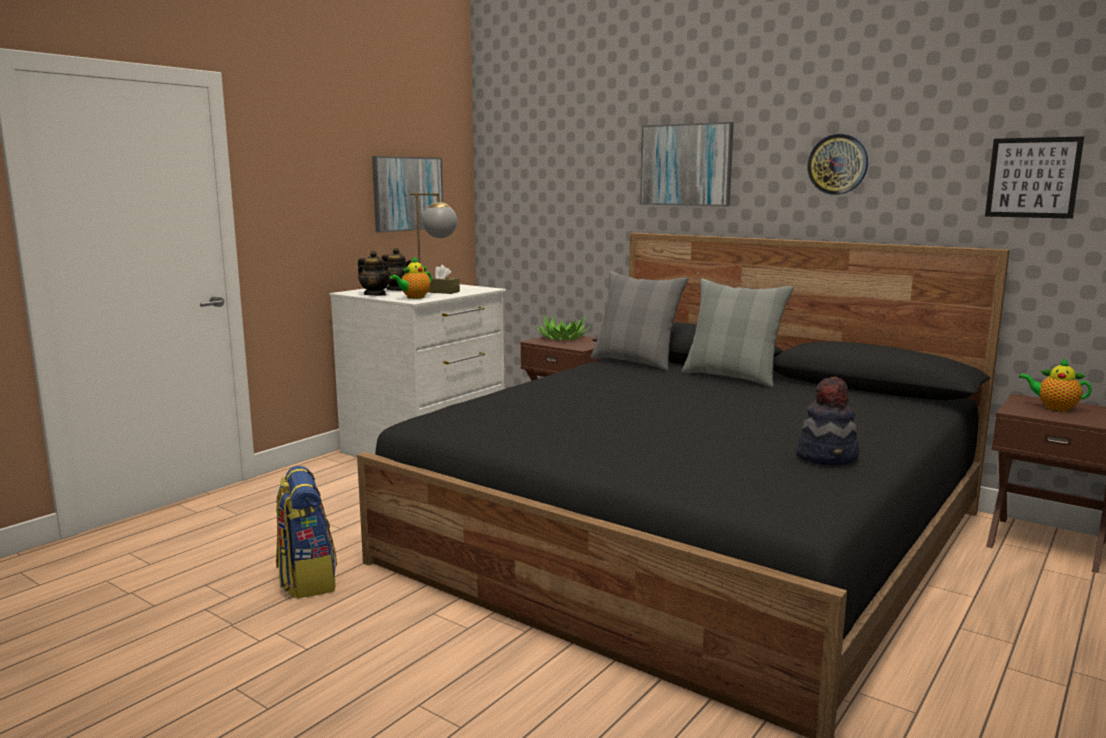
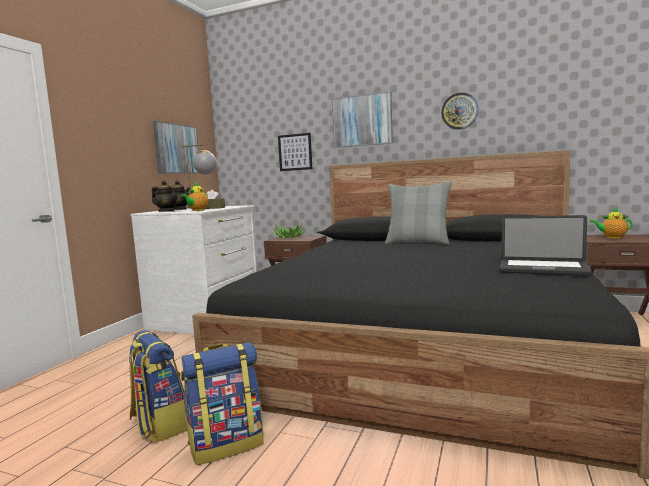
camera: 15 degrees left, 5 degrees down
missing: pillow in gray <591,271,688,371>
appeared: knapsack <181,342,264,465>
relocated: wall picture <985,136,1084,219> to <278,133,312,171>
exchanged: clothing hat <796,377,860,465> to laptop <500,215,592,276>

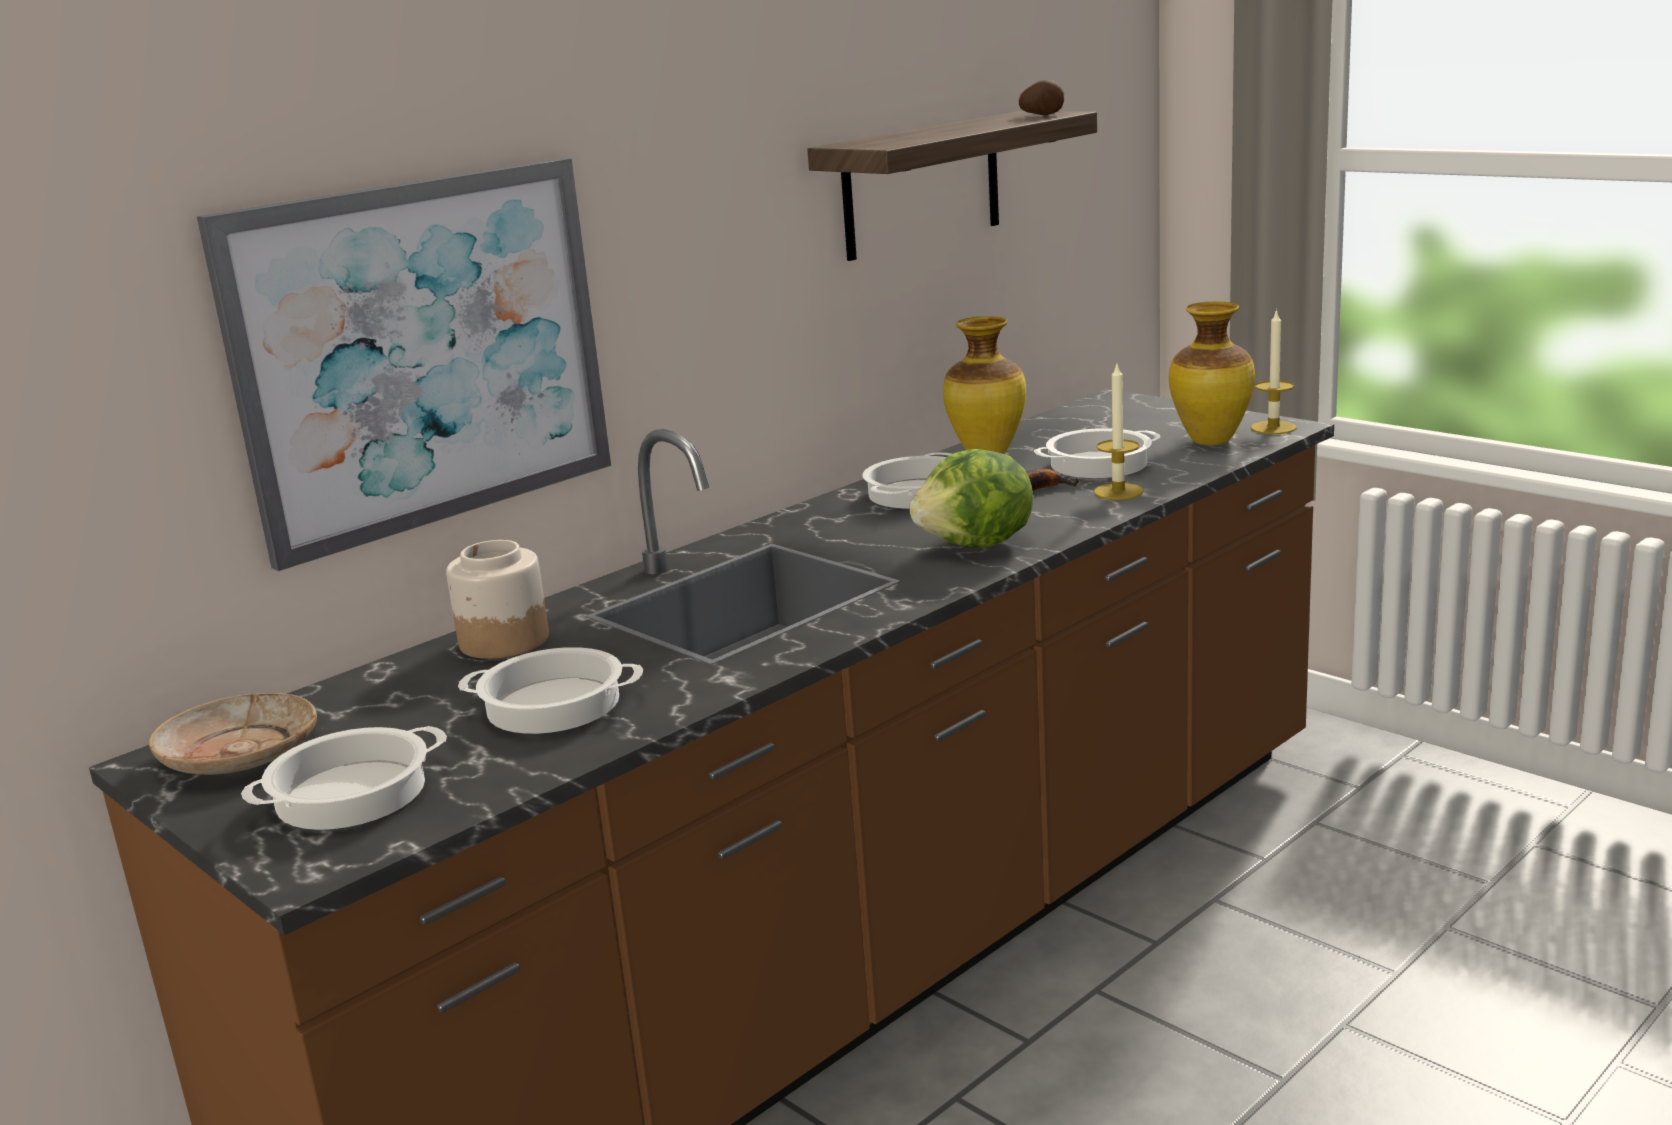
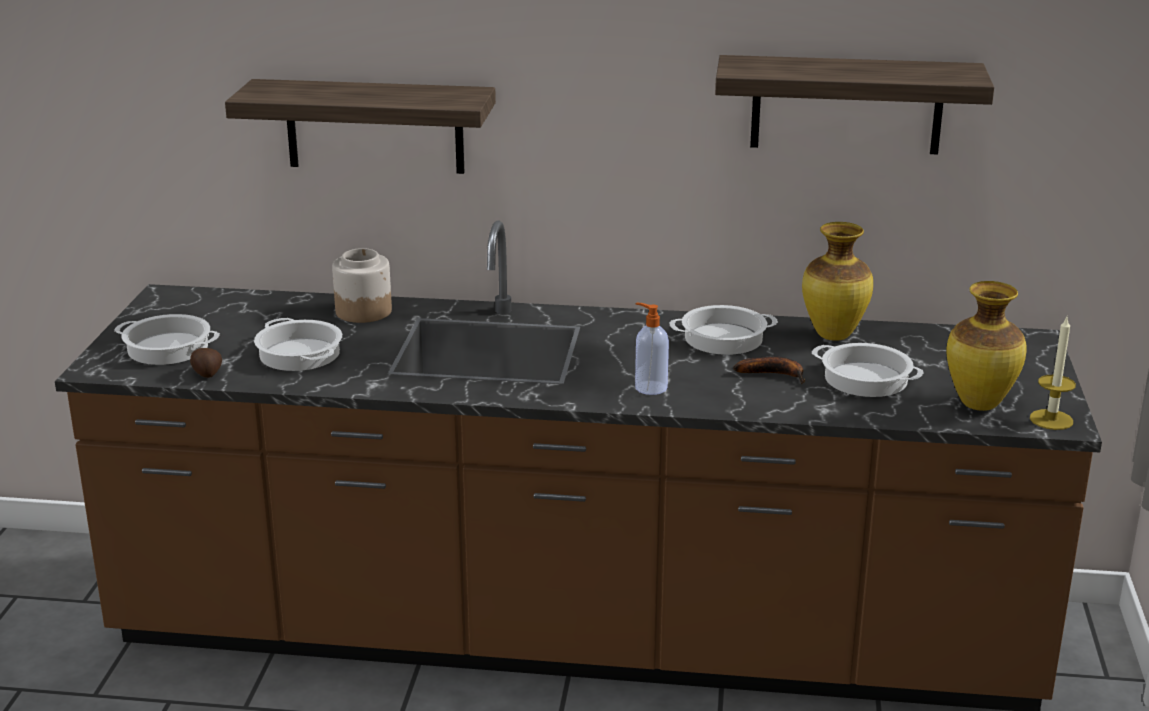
camera: 50 degrees right, 5 degrees up
missing: dinner plate in beige <149,693,317,775>; wax candle <1093,364,1144,500>
relocated: spud <1019,80,1064,115> to <190,348,222,378>
exchanged: wall picture <197,158,611,571> to wall shelf <225,79,496,174>; lettuce head <909,449,1033,547> to soap dispenser <635,303,669,395>

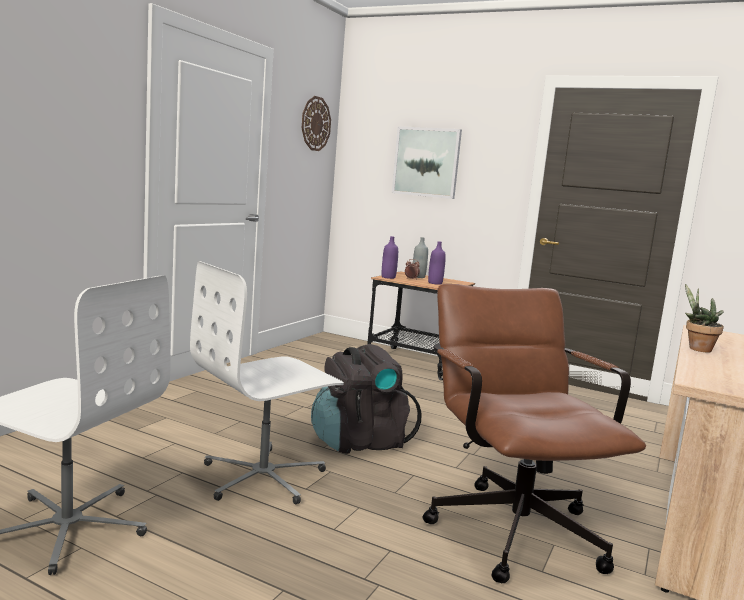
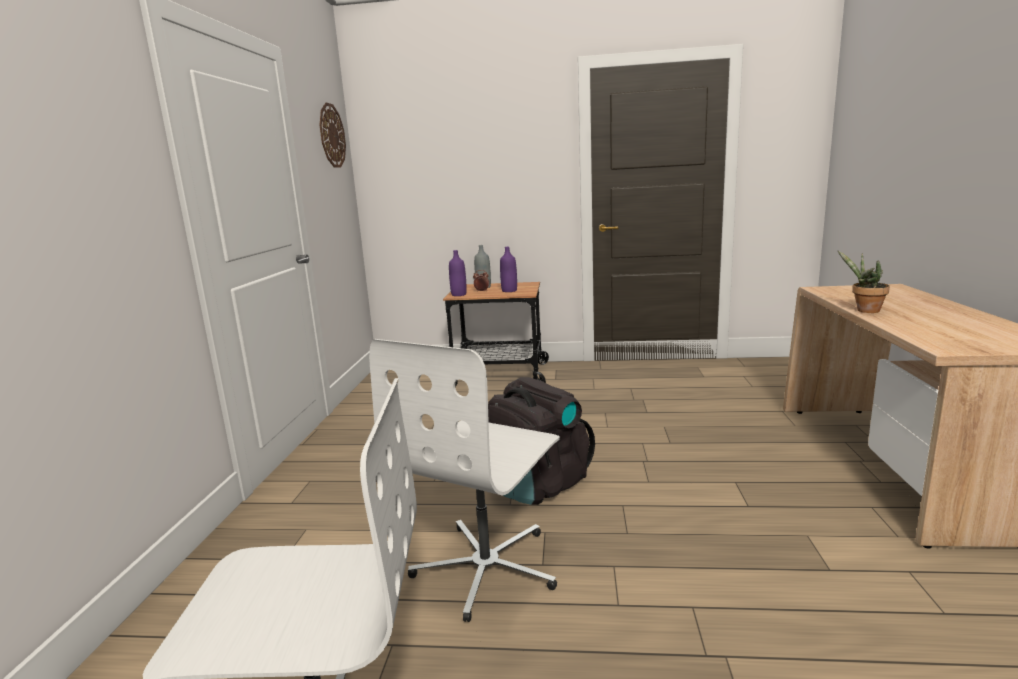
camera: 20 degrees left, 5 degrees up
missing: wall picture <392,126,462,199>; office chair in brownish <422,284,646,583>

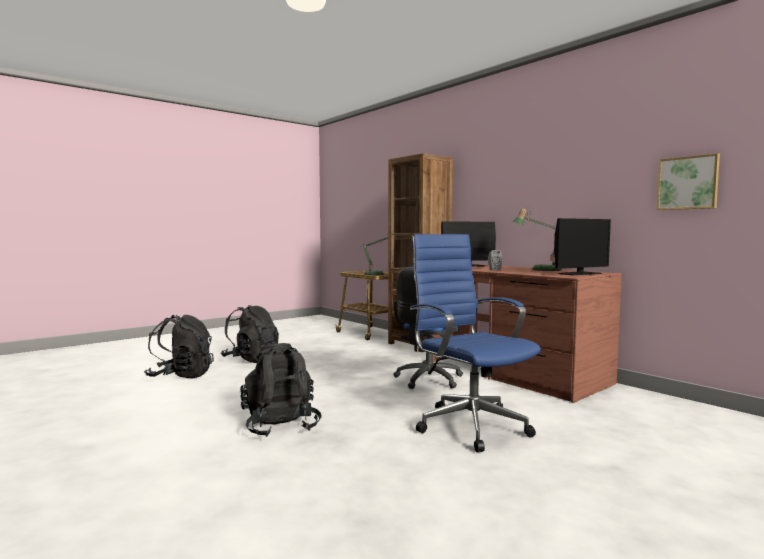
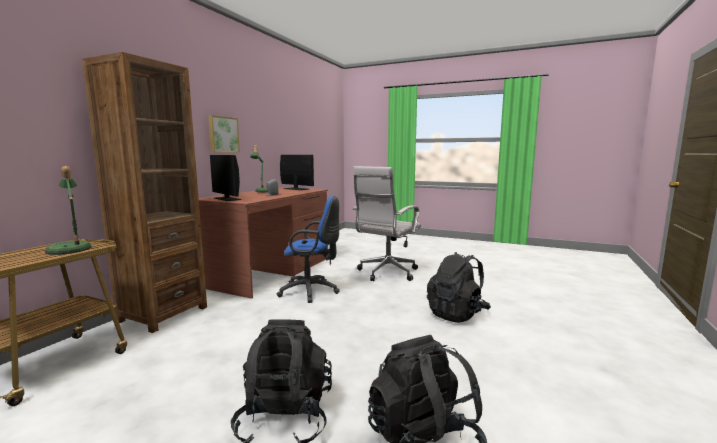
camera: 115 degrees left, 5 degrees up
relocated: wall picture <657,153,720,210> to <208,115,240,153>
colour: office chair in bluish <410,234,541,452> to office chair in whitish <352,166,421,281>

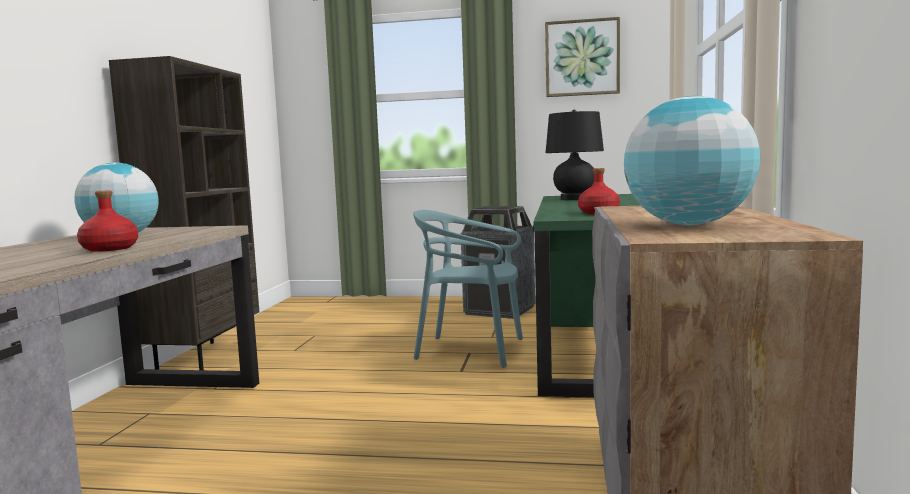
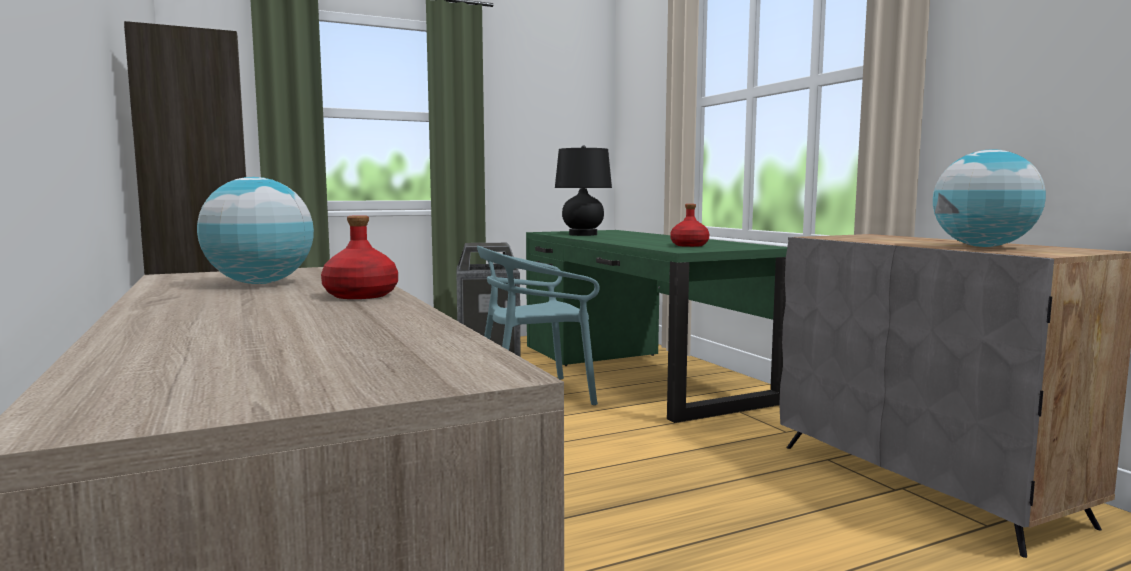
camera: 35 degrees left, 0 degrees up
missing: wall picture <545,17,620,97>

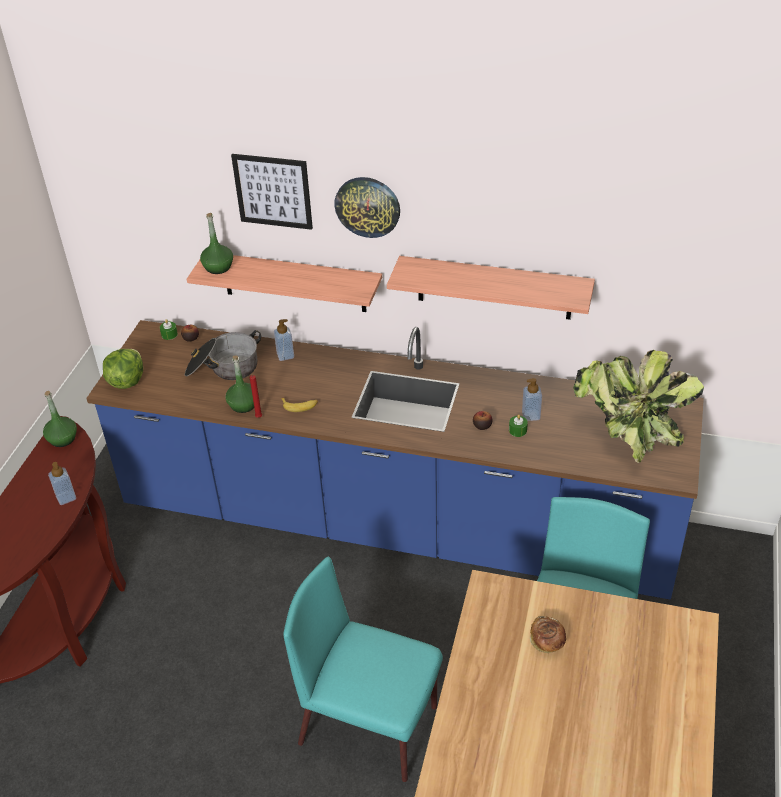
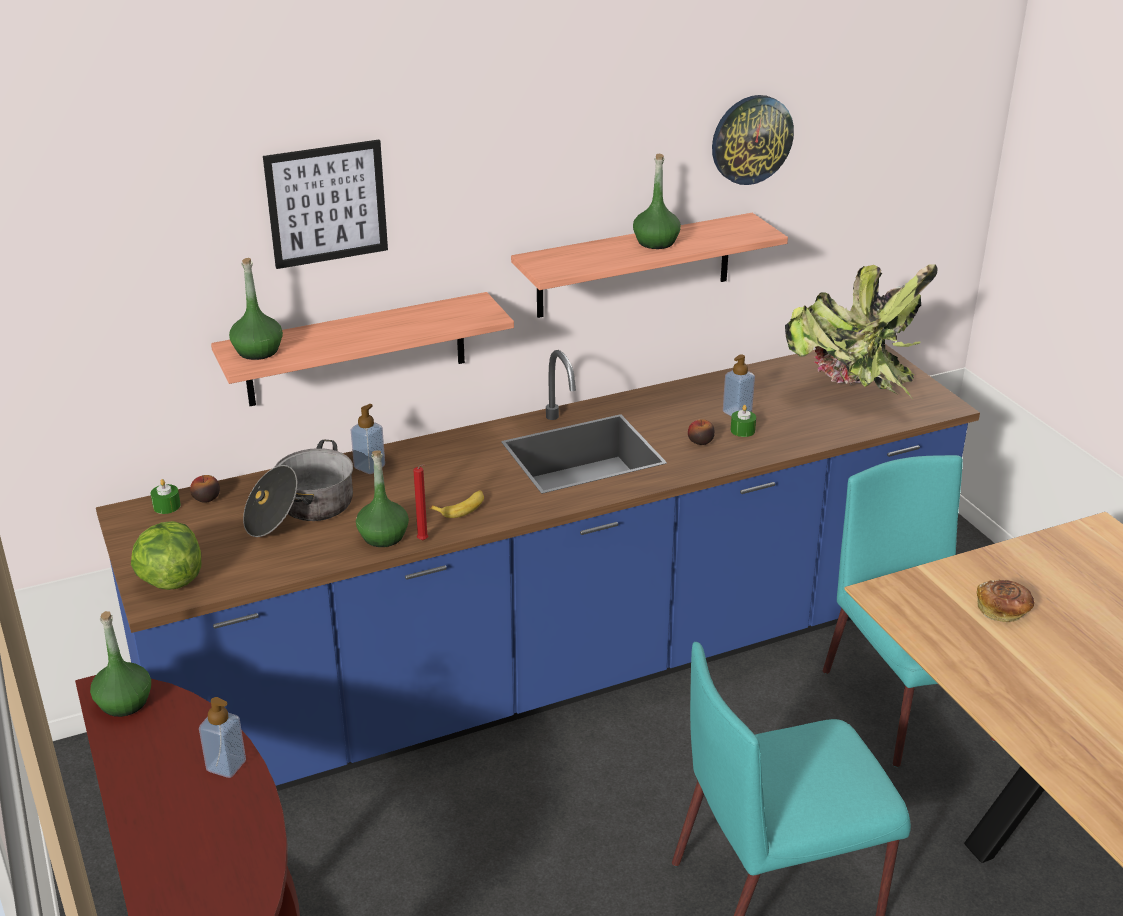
camera: 40 degrees left, 10 degrees down
appeared: beverage bottle in green-coloured <633,154,681,249>
relocated: clock on the wall <334,177,400,238> to <712,95,794,185>

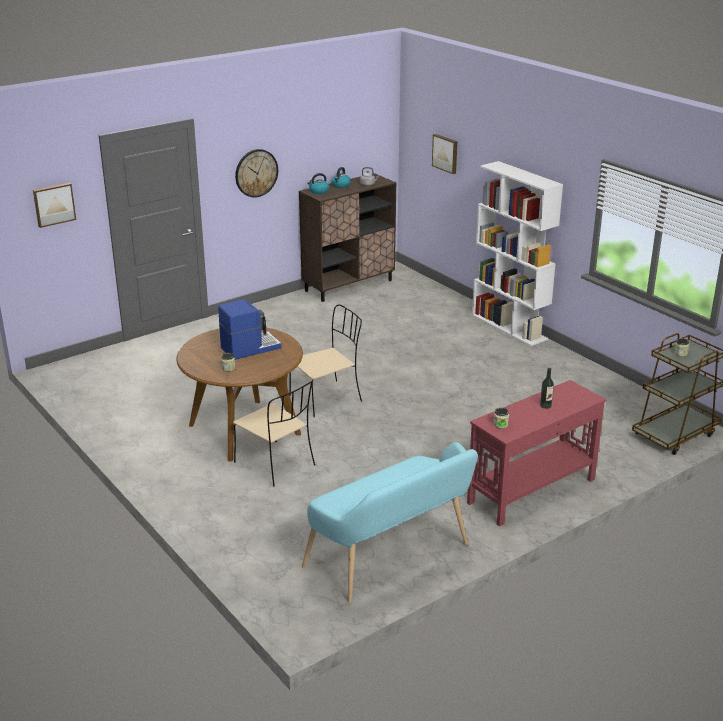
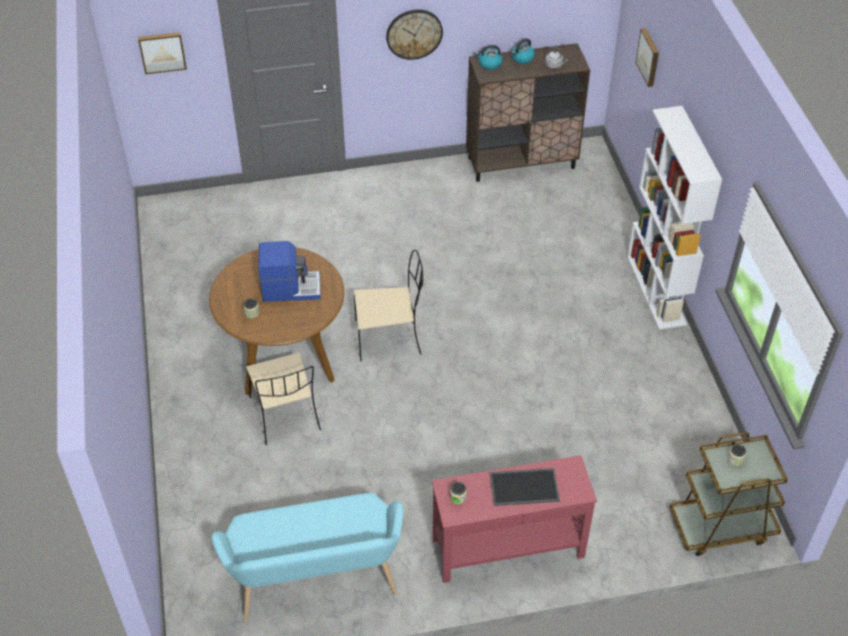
camera: 25 degrees right, 20 degrees up
exchanged: beverage bottle <540,368,554,409> to carrying tray <489,468,560,506>

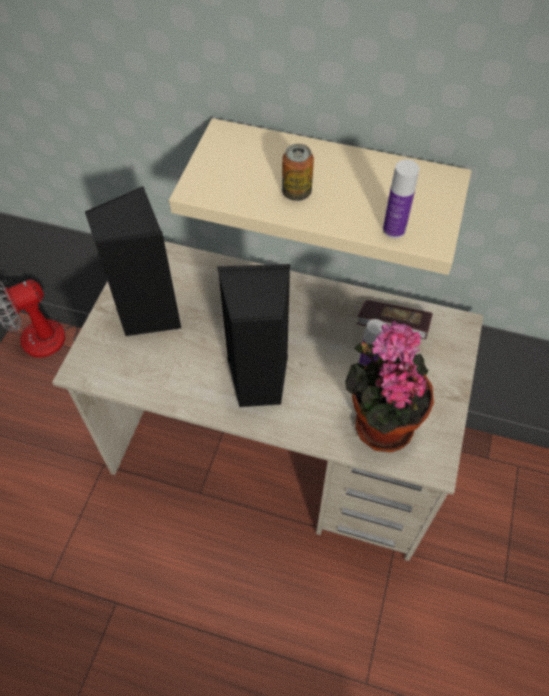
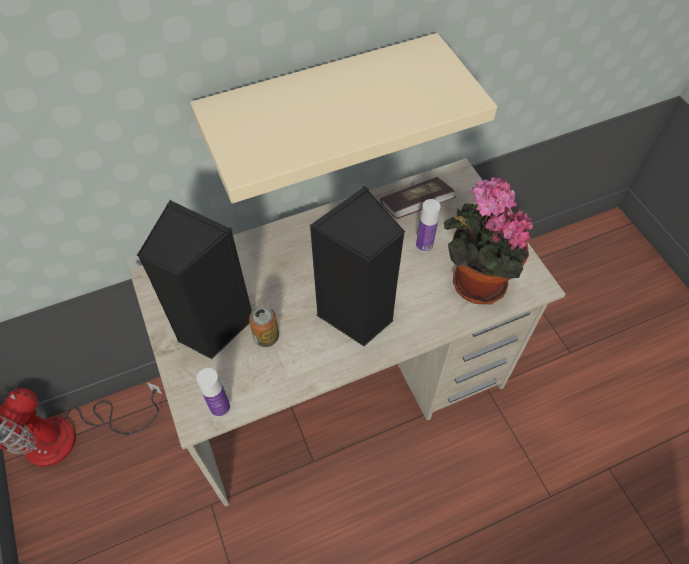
camera: 40 degrees left, 0 degrees up
relocated: sealed can <282,144,314,201> to <249,305,279,347>; beverage bottle <383,160,419,238> to <197,368,230,417>

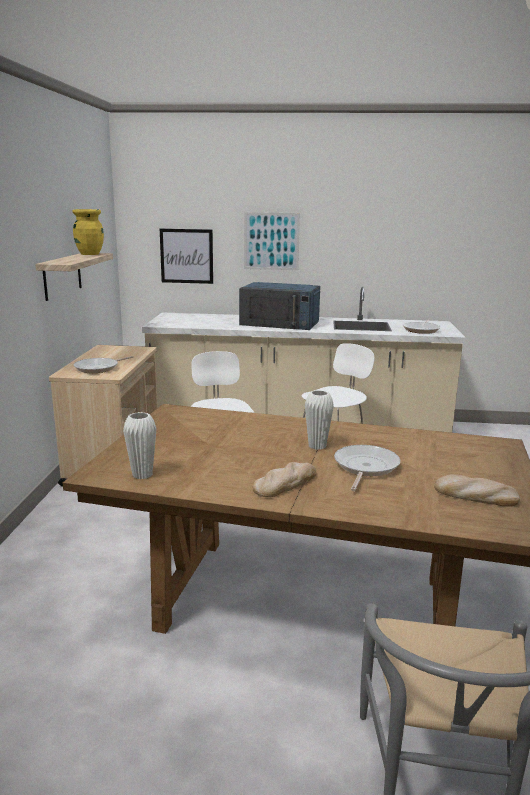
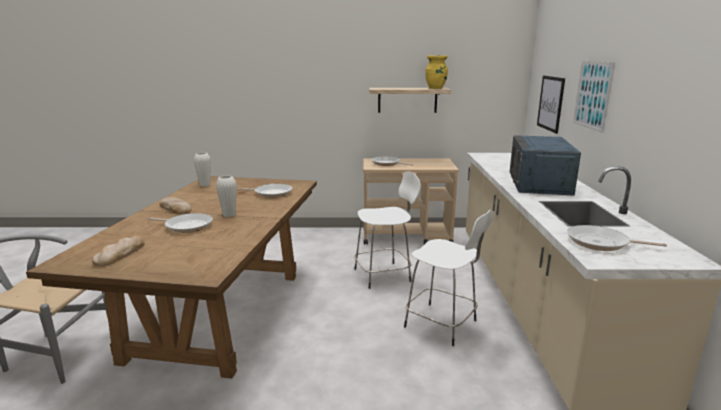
camera: 85 degrees right, 0 degrees up
appeared: frying pan <237,184,292,198>

